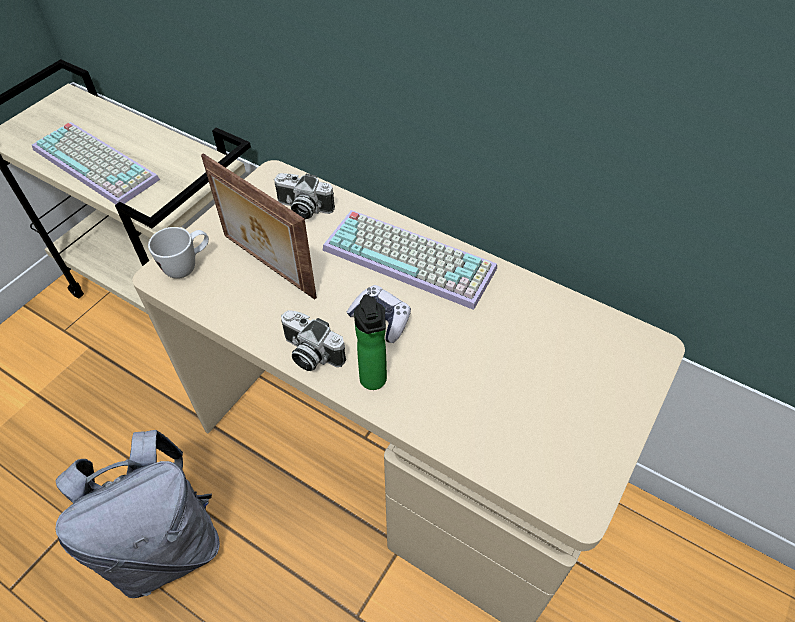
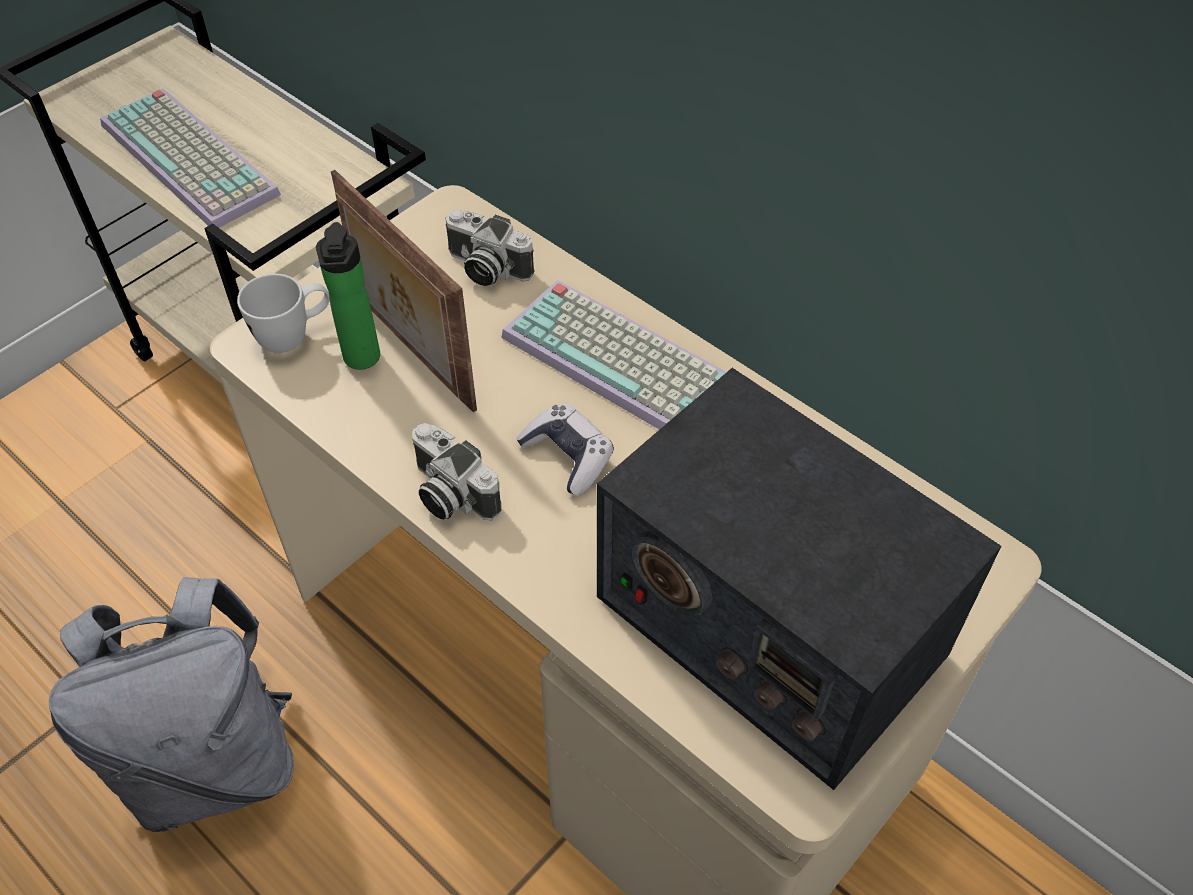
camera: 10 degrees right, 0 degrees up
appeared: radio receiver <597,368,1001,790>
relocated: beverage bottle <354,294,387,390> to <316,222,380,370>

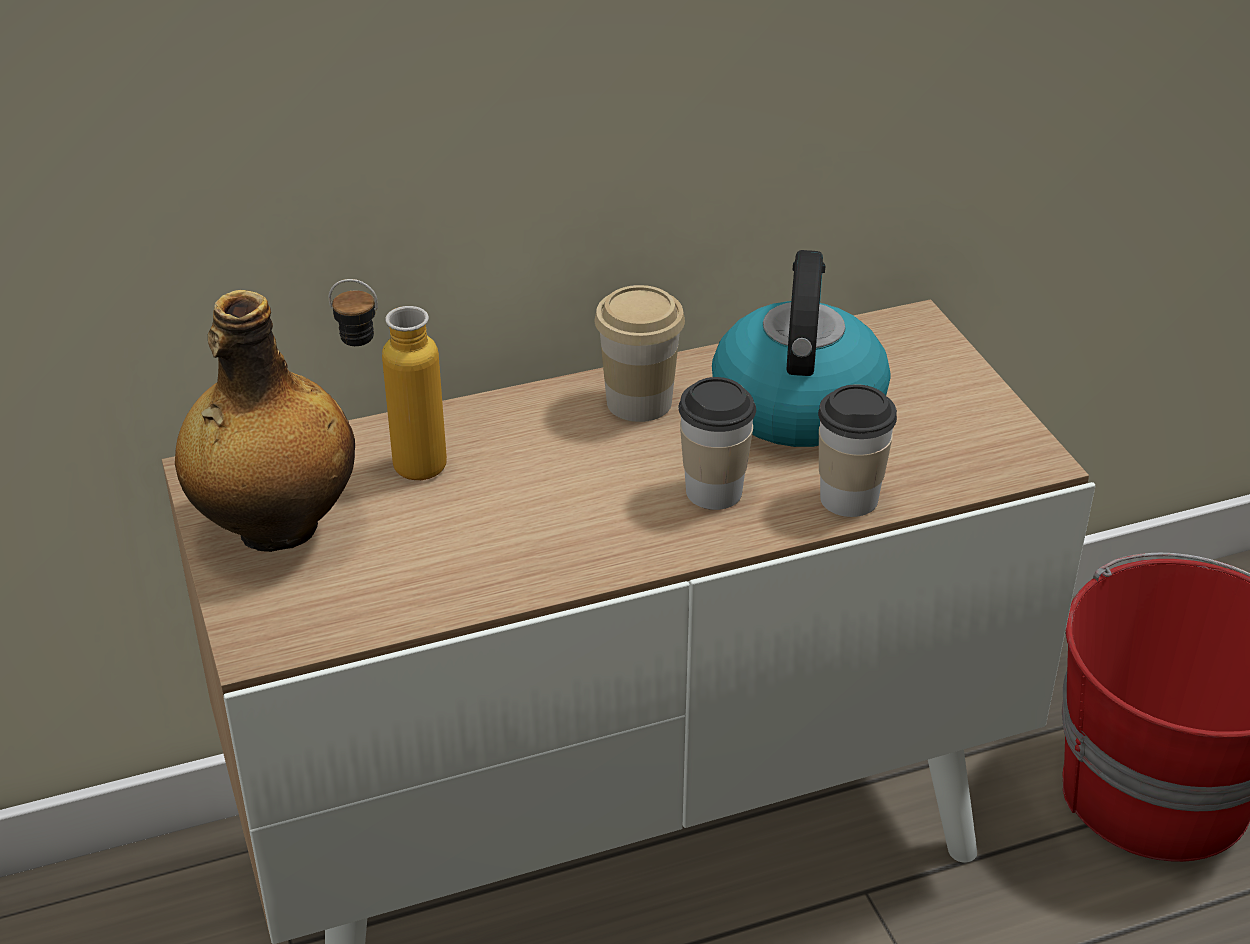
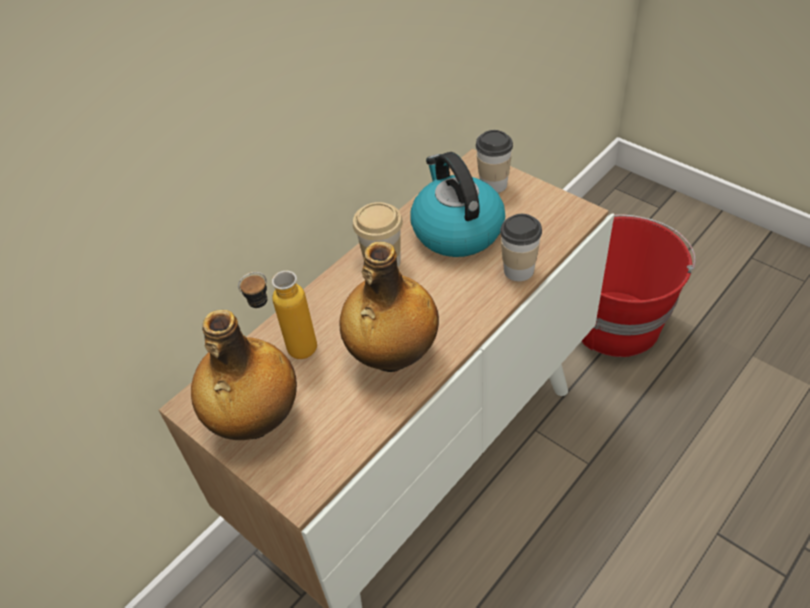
camera: 25 degrees left, 10 degrees up
appeared: beverage bottle <339,241,439,372>
relocated: small cup <678,377,756,510> to <476,130,513,193>

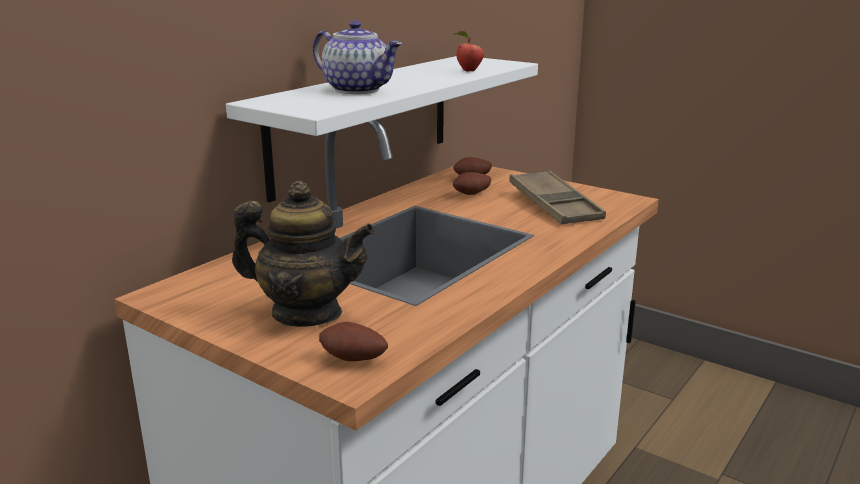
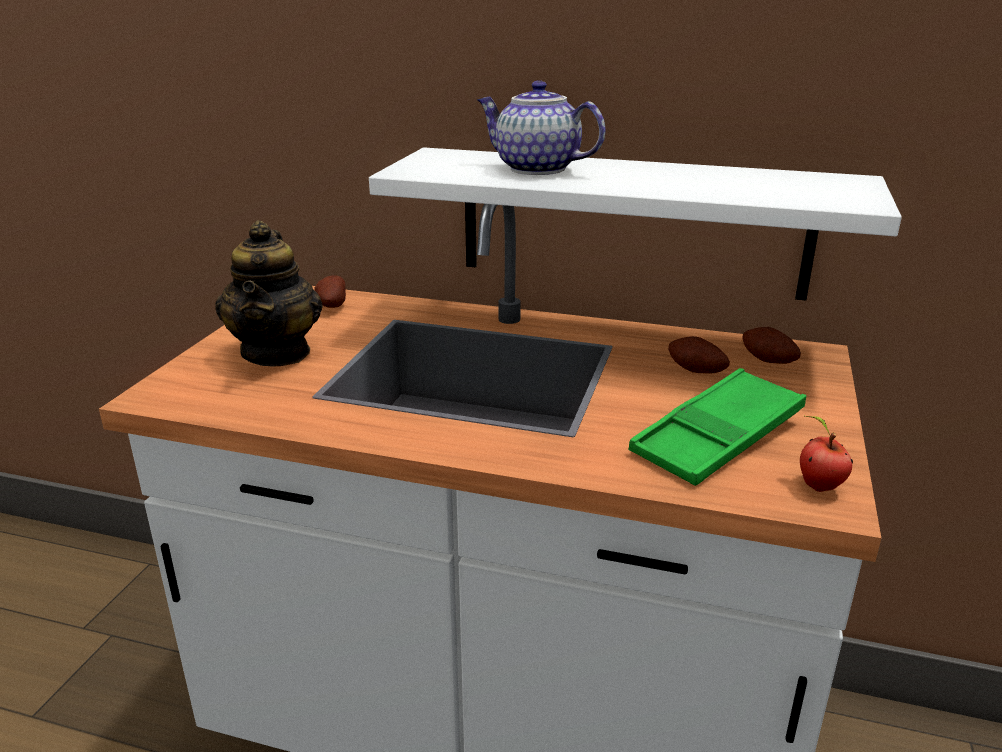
camera: 70 degrees right, 5 degrees up
relocated: spud <319,322,388,361> to <315,276,346,308>; whole apple <454,31,484,72> to <800,415,853,492>
colour: carrying tray in brownish <509,170,606,224> to carrying tray in green-coloured <628,368,806,486>
spun: teapot <313,21,402,94> = <476,80,606,175> 105 degrees clockwise

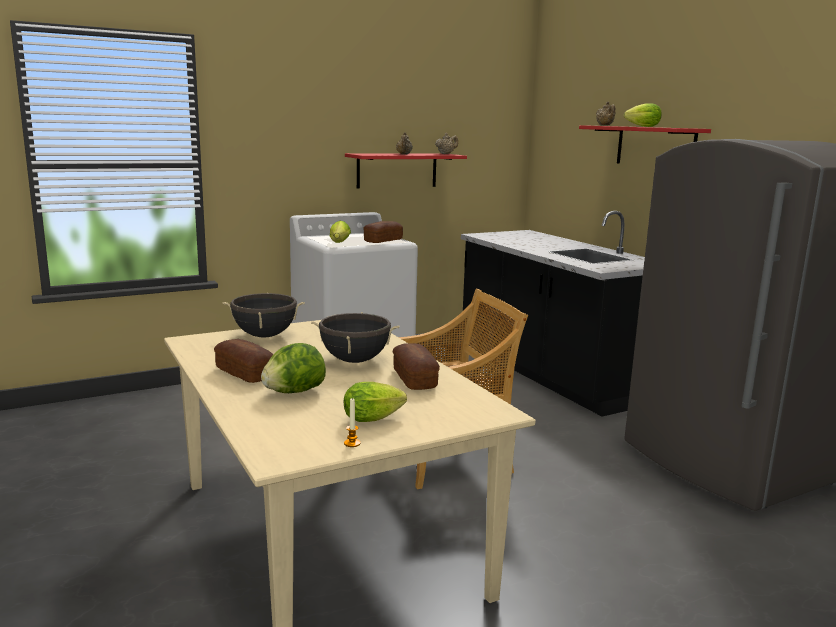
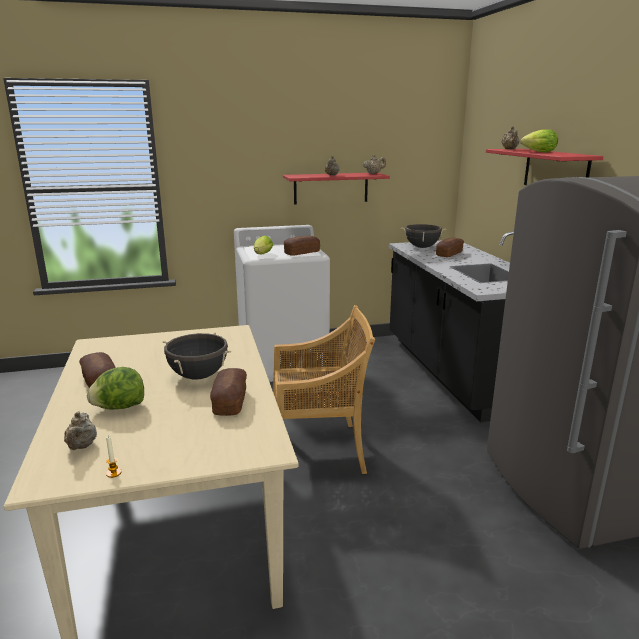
camera: 15 degrees right, 5 degrees up
missing: lettuce head <344,382,407,422>
appeared: teapot in beige <64,411,97,450>; baked bread <436,238,464,257>
relocated: saucepot in blackish <222,293,305,338> to <401,224,446,248>

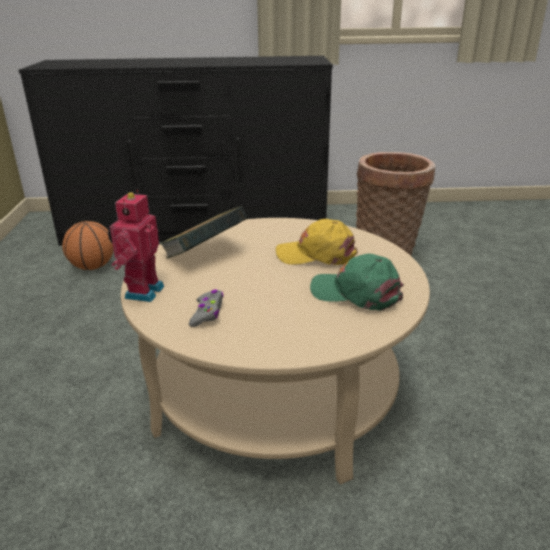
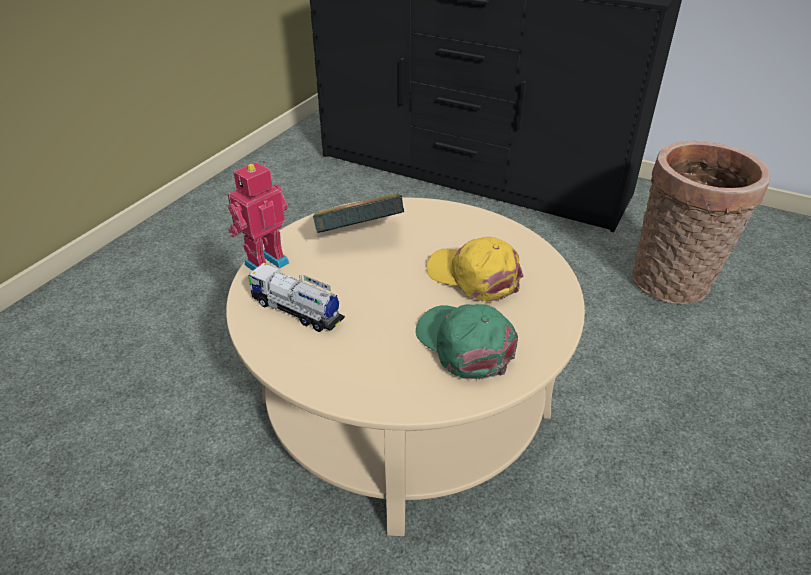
camera: 30 degrees right, 10 degrees up
missing: basketball ball <62,221,113,270>
exchanged: game controller in gray <189,289,223,327> to toy lorry <249,263,345,332>

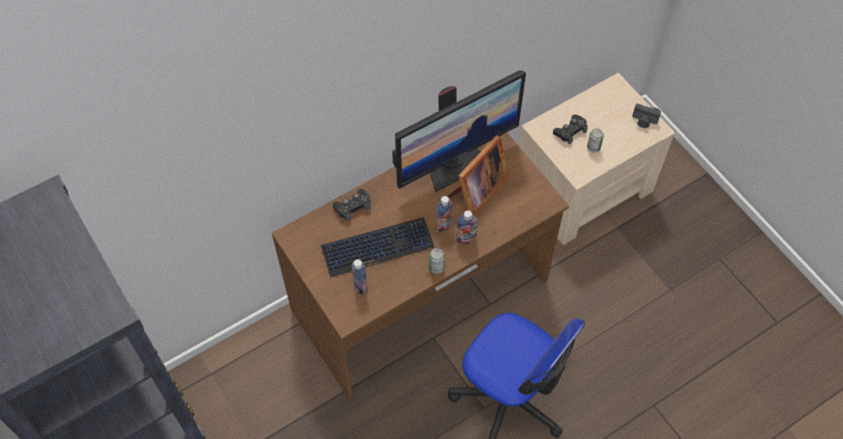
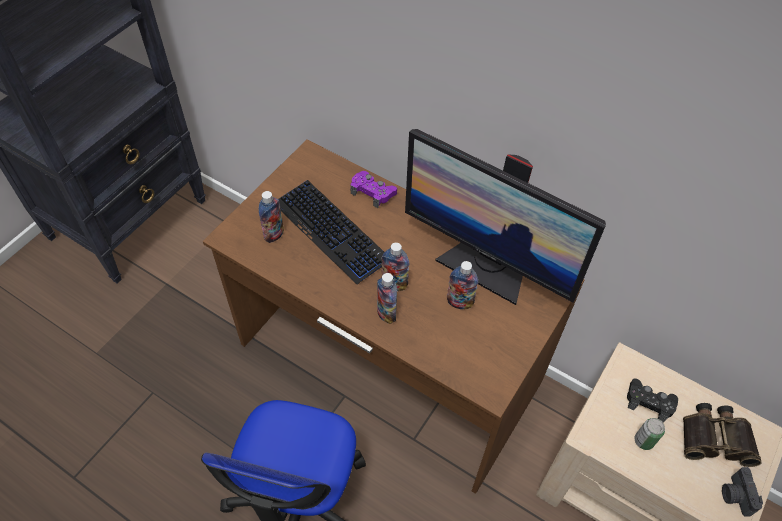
camera: 65 degrees right, 5 degrees down
missing: sealed can <429,248,445,274>
appeared: binoculars <683,403,761,467>
exchanged: picture frame <448,135,509,216> to beverage bottle <447,261,478,309>
colour: game controller in blackish <333,189,371,222> to game controller in purple-coloured <350,171,397,208>

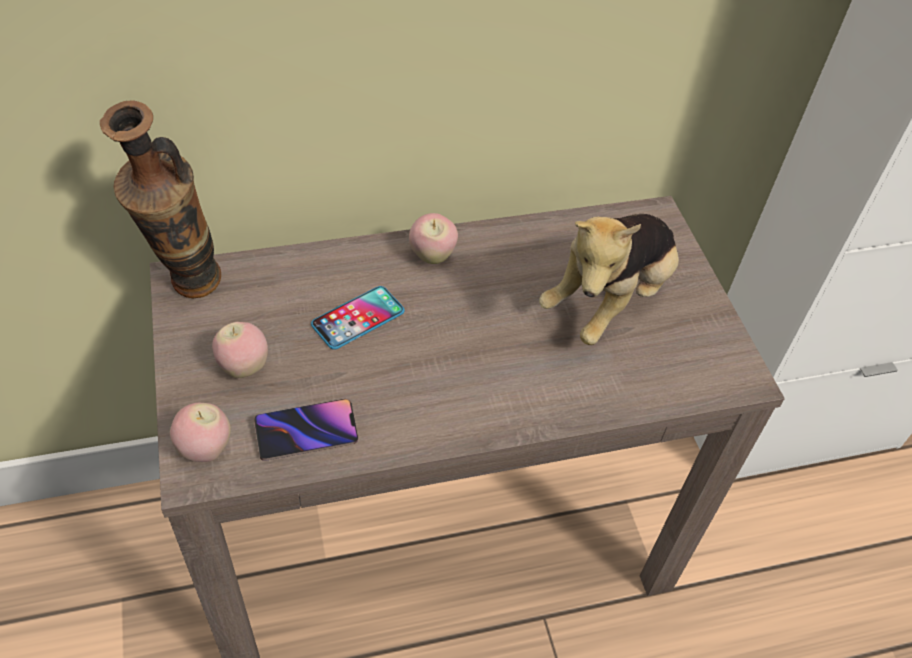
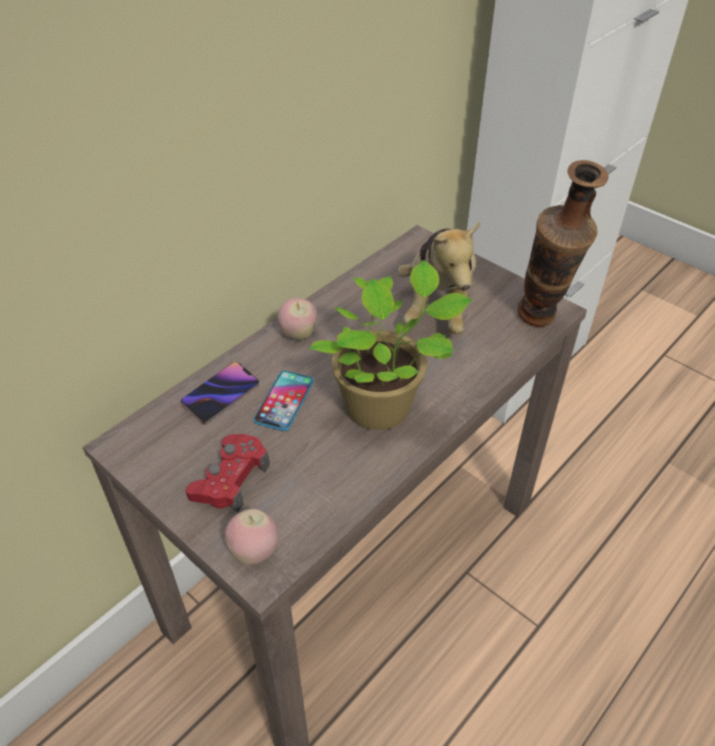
camera: 30 degrees left, 5 degrees down
appeared: houseplant <309,260,472,430>
relocated: vase <100,100,221,299> to <517,160,608,327>; handset <254,398,358,461> to <180,362,259,425>
exchanged: whole apple <212,322,268,378> to game controller in reddish <186,434,270,512>

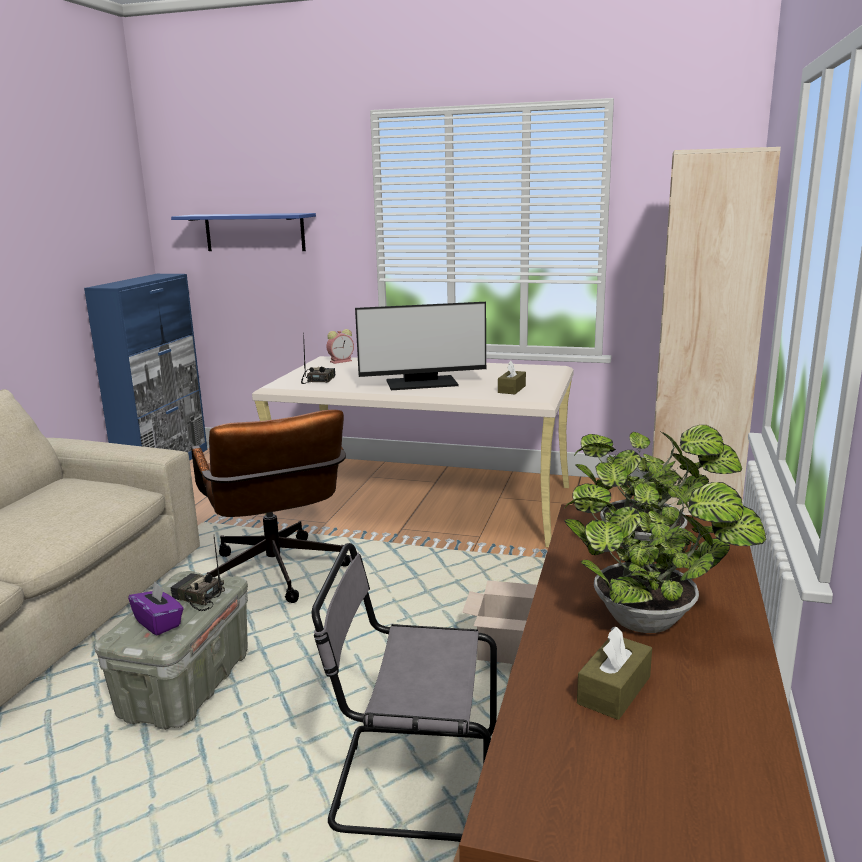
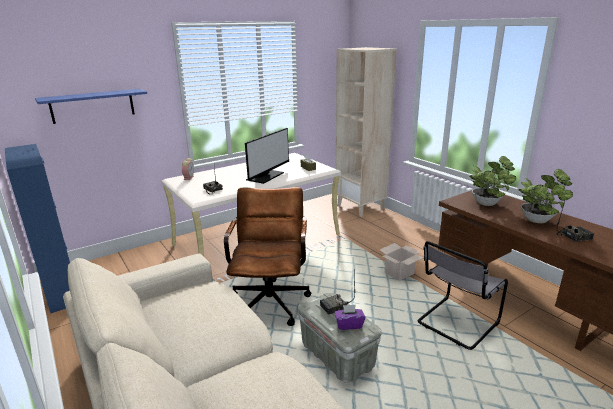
camera: 50 degrees left, 5 degrees up
exchanged: tissue holder in brownish <577,627,652,720> to radio receiver <556,201,594,242>
spun: office chair in brownish <191,410,350,603> = <224,187,311,326> 105 degrees counterclockwise

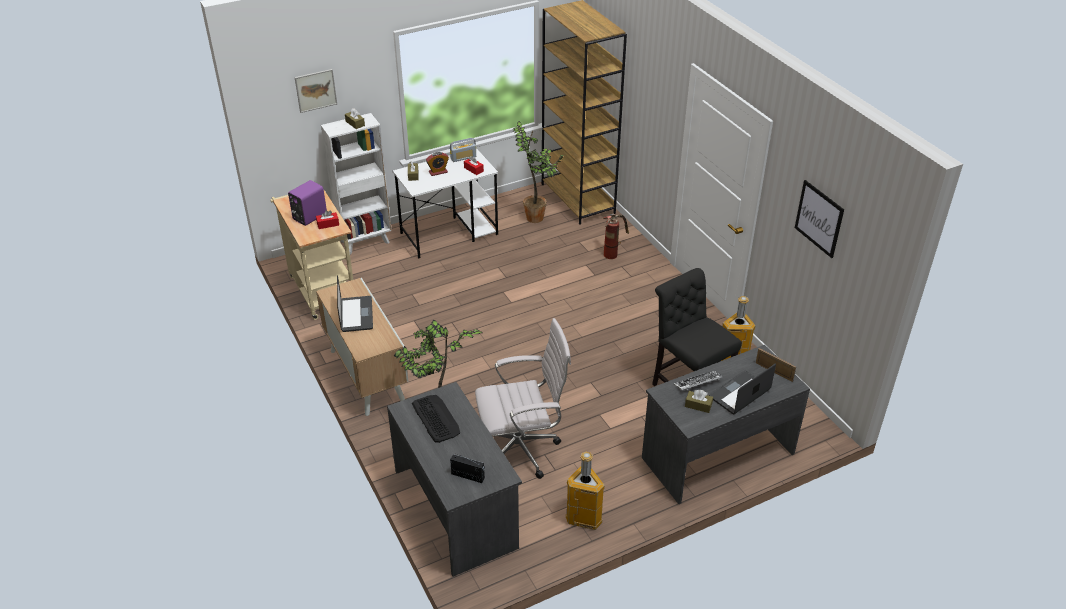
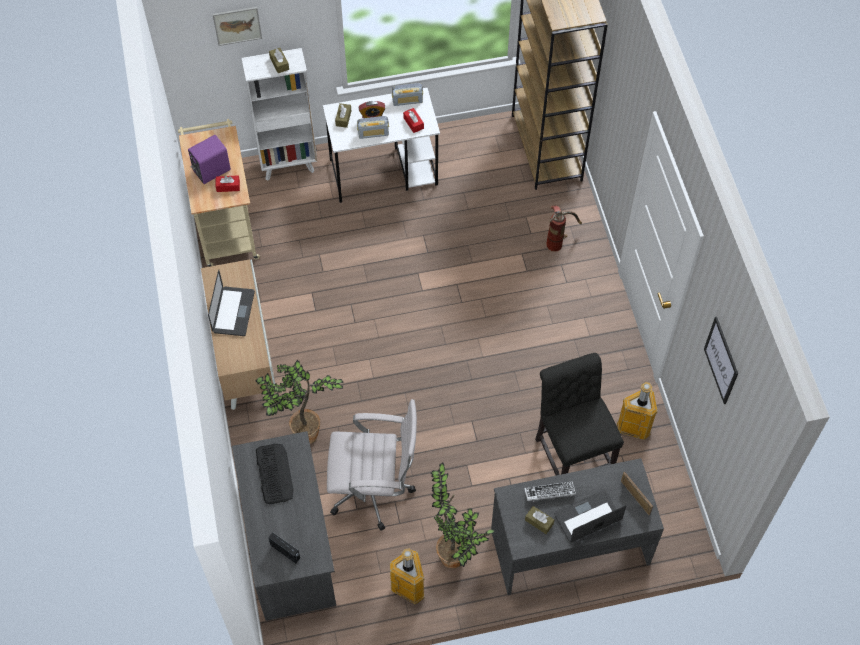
camera: 15 degrees right, 20 degrees up
appeared: radio receiver <357,116,389,139>
relocated: houseplant <512,121,565,223> to <431,463,496,569>

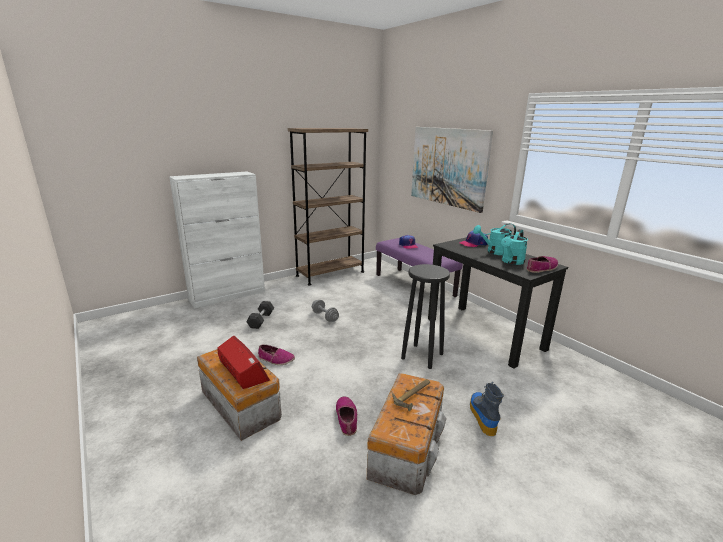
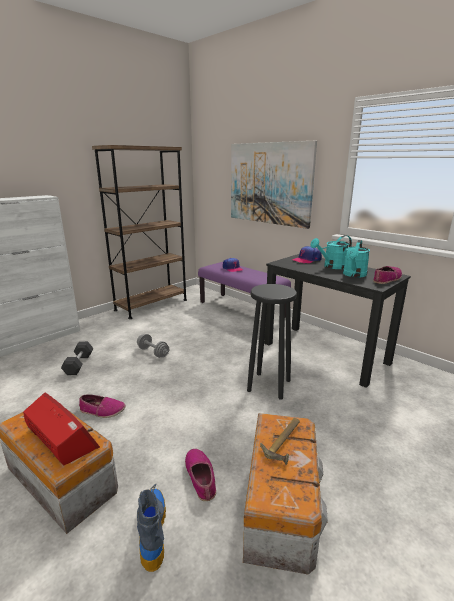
camera: 10 degrees left, 0 degrees up
relocated: boot <470,382,504,436> to <137,484,166,572>

